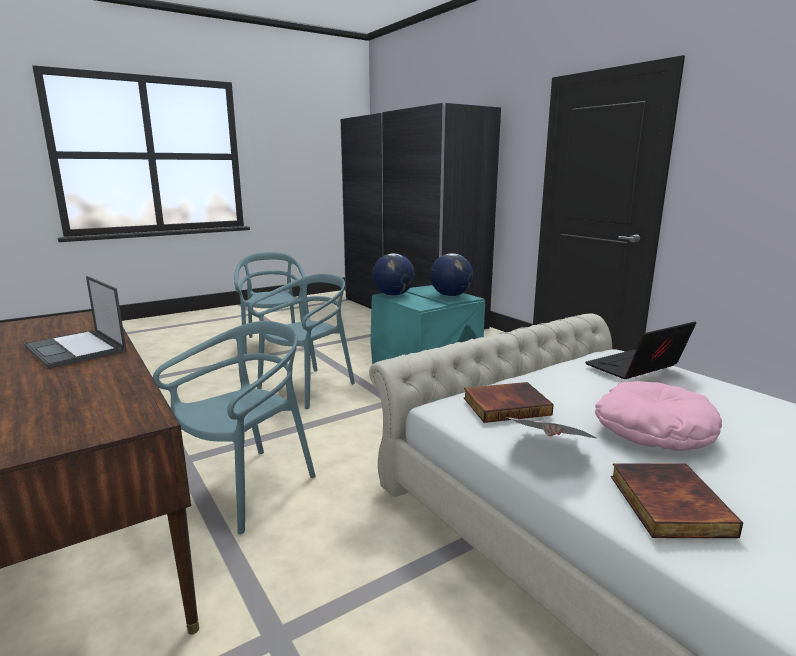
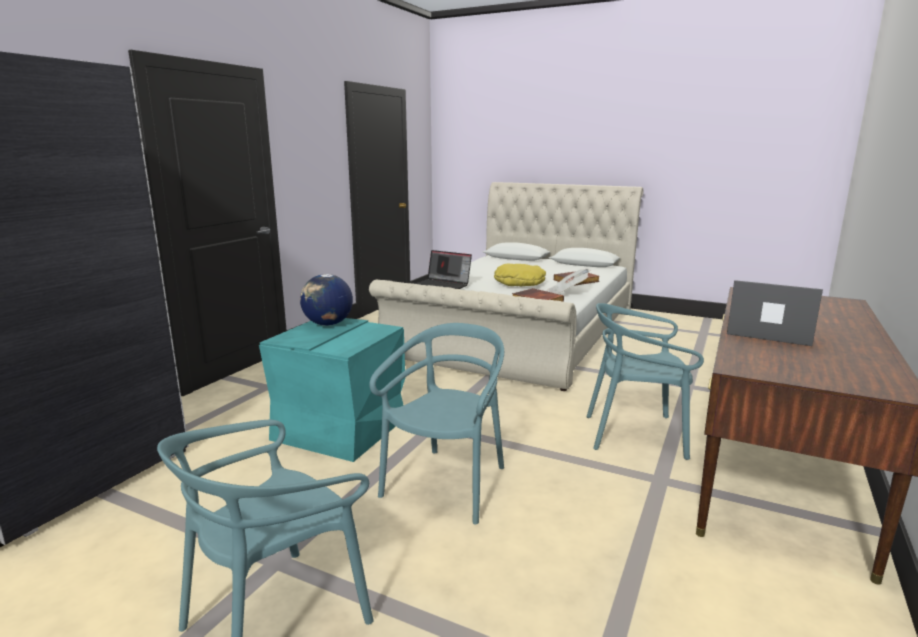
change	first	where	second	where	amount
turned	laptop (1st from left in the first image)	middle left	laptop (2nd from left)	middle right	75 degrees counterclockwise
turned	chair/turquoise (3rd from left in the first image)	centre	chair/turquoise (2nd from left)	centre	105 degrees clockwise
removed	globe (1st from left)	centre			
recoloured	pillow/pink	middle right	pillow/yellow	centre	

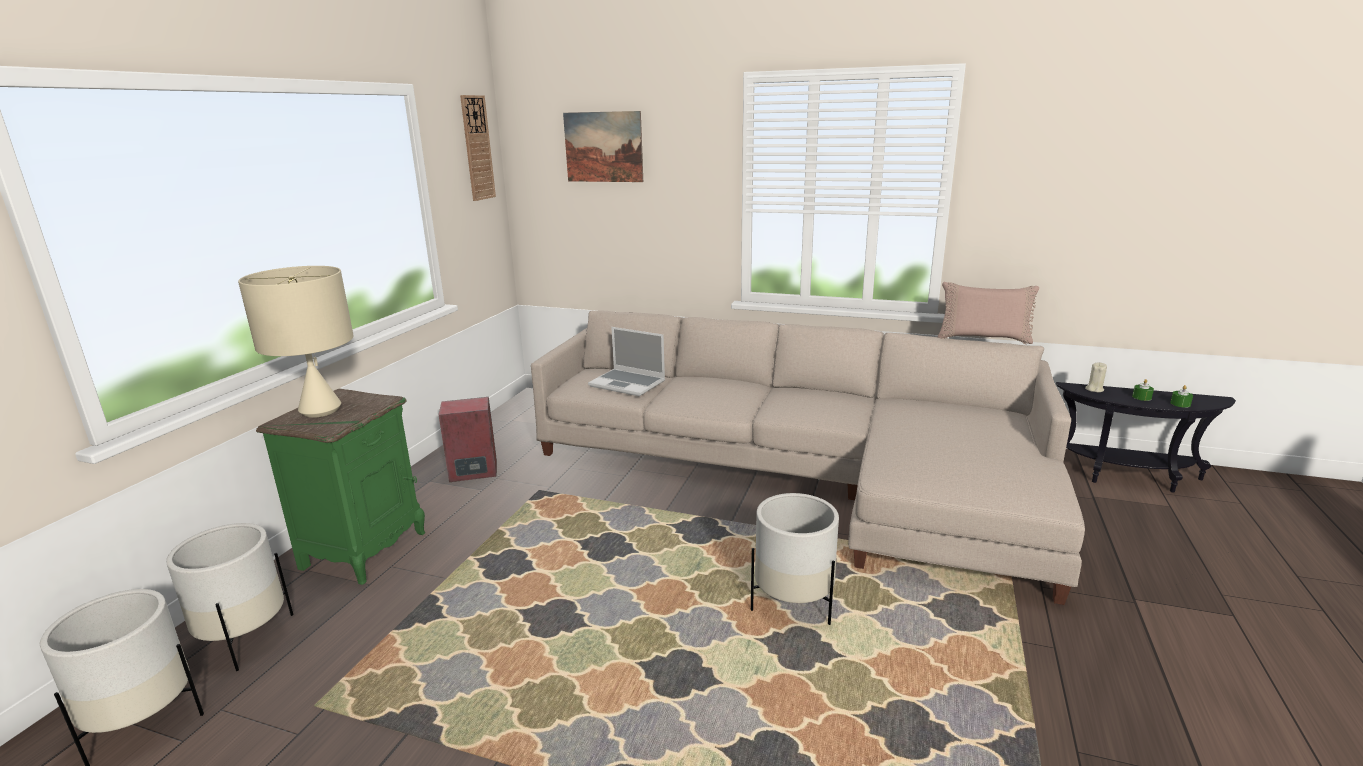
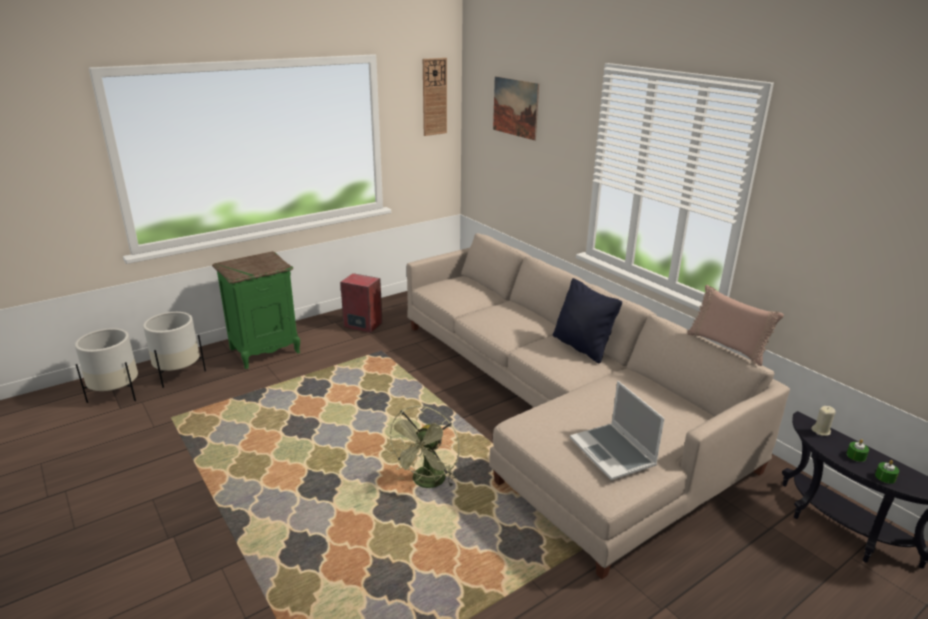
change	first	where	second	where	amount
removed	table lamp/beige	middle left			
moved	laptop	centre		bottom centre	
replaced	planter/white (3rd from left)	bottom centre	fan/green	bottom centre	
added			pillow/black	centre	

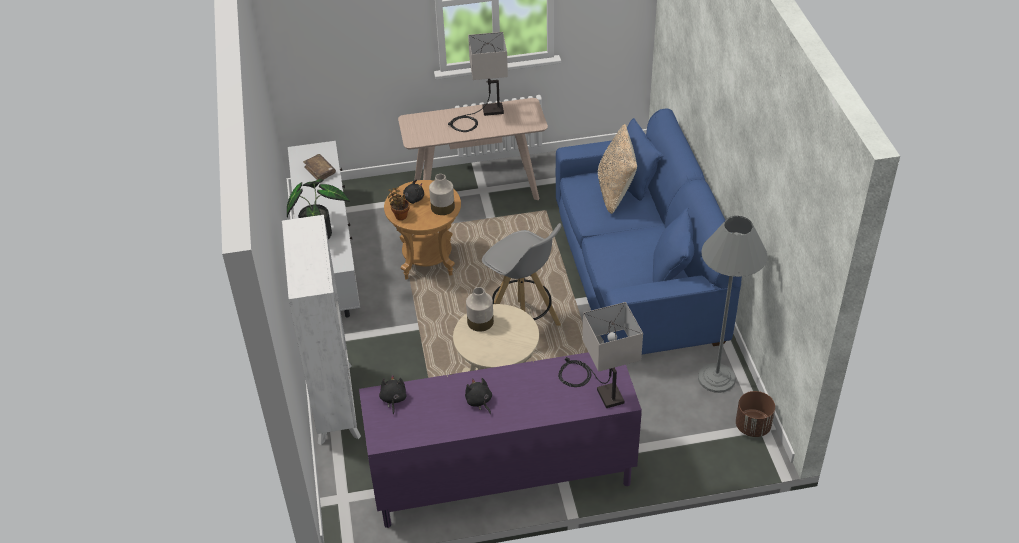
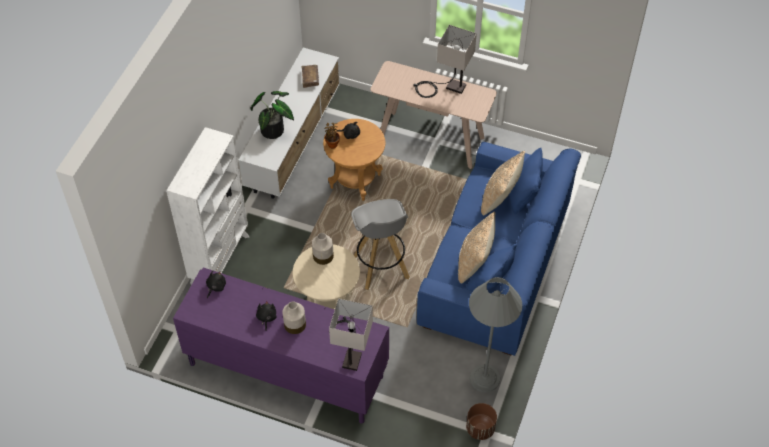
change	first	where	second	where	amount
moved	vase/beige (1st from left)	centre		bottom centre	
added			pillow/beige (1st from left)	centre	

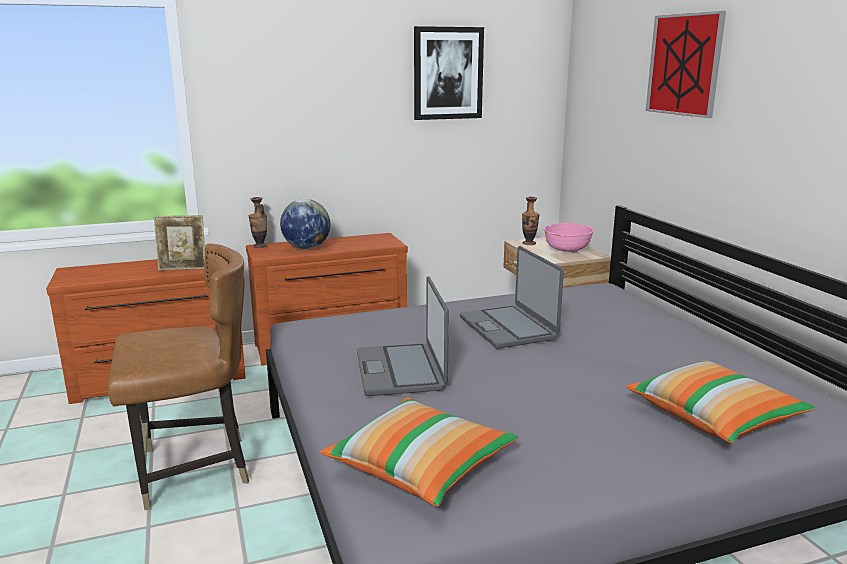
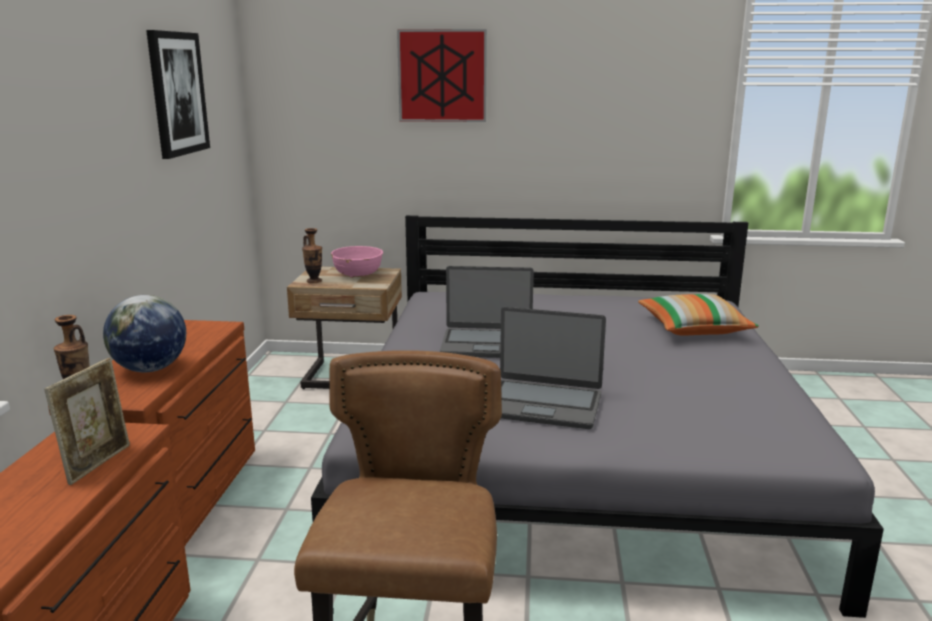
change	first	where	second	where	amount
removed	pillow (1st from left)	bottom centre			

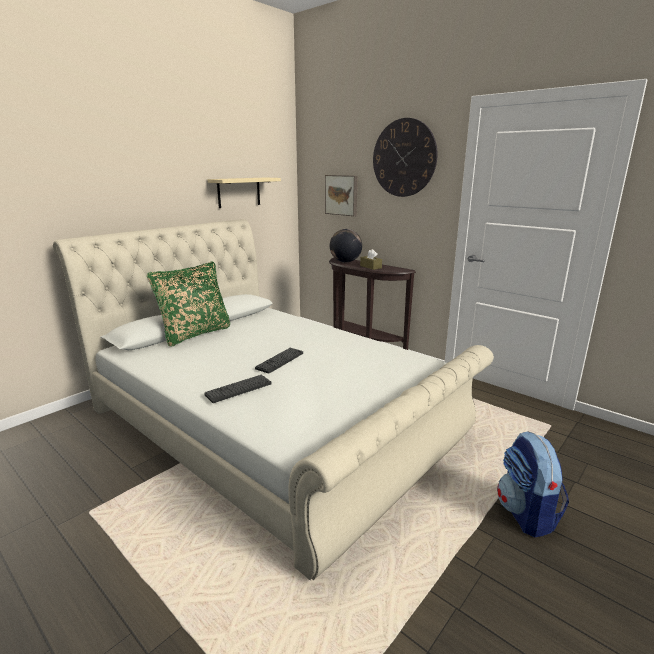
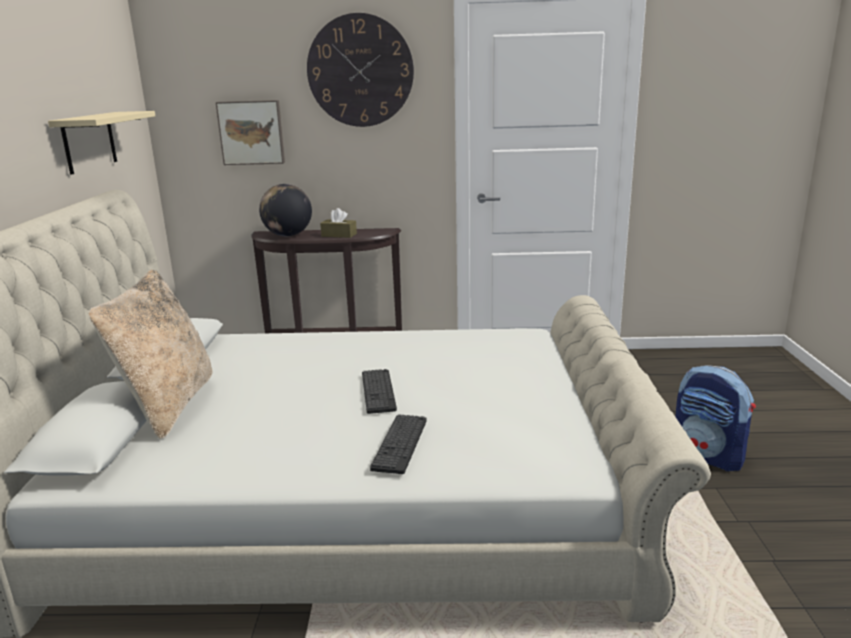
change	first	where	second	where	amount
recoloured	pillow/green	middle left	pillow/beige	middle left	

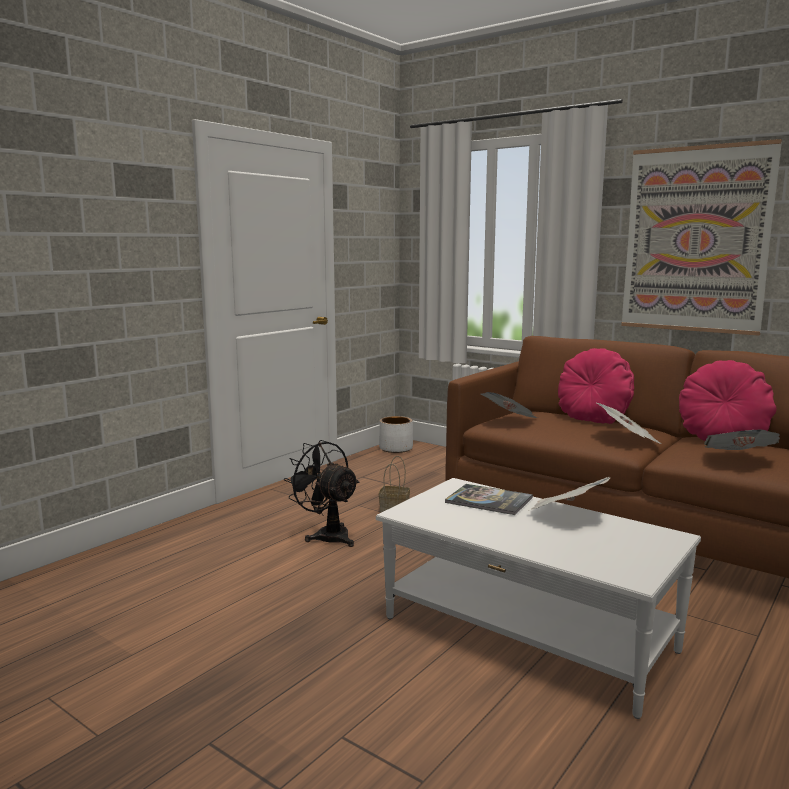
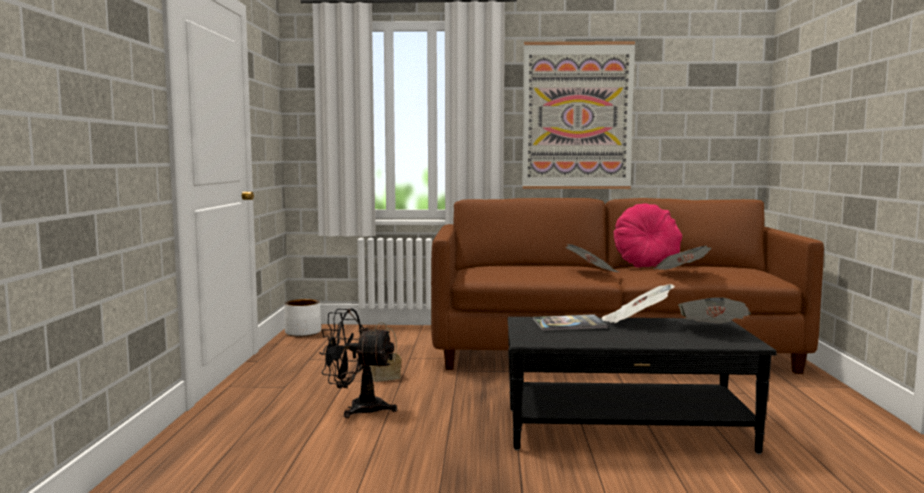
change	first	where	second	where	amount
recoloured	coffee table/white	bottom right	coffee table/black	bottom right	
moved	newspaper (1st from left in the first image)	centre	newspaper (4th from left)	middle right	
removed	pillow/pink (1st from left)	middle right			

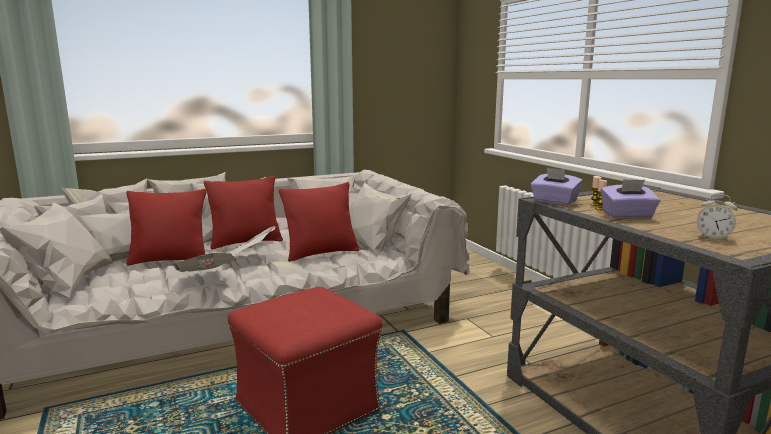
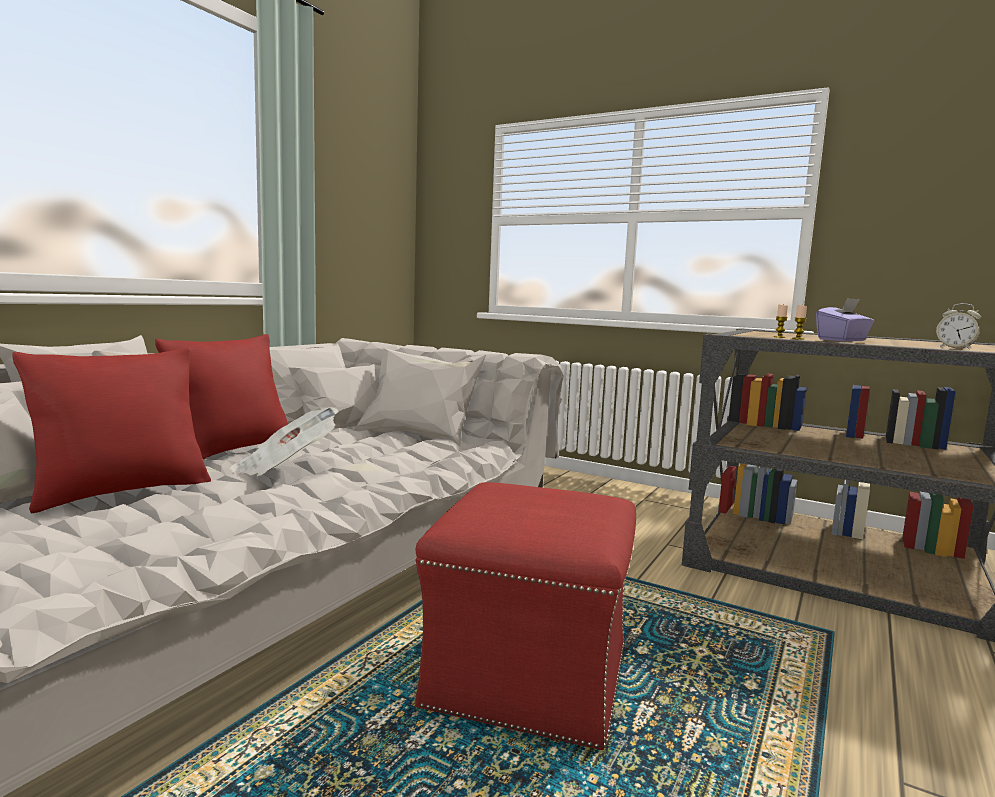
change	first	where	second	where	amount
removed	newspaper (1st from left)	middle left			
removed	pillow/red (3rd from left)	centre			
removed	tissue box/purple (1st from left)	middle right			
turned	alarm clock	middle right		middle right	45 degrees clockwise

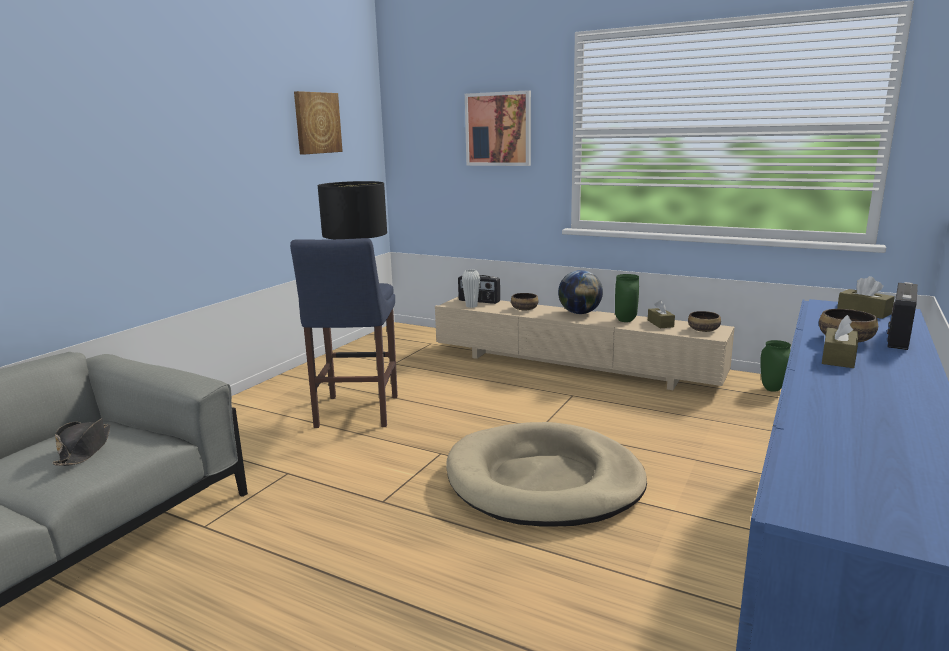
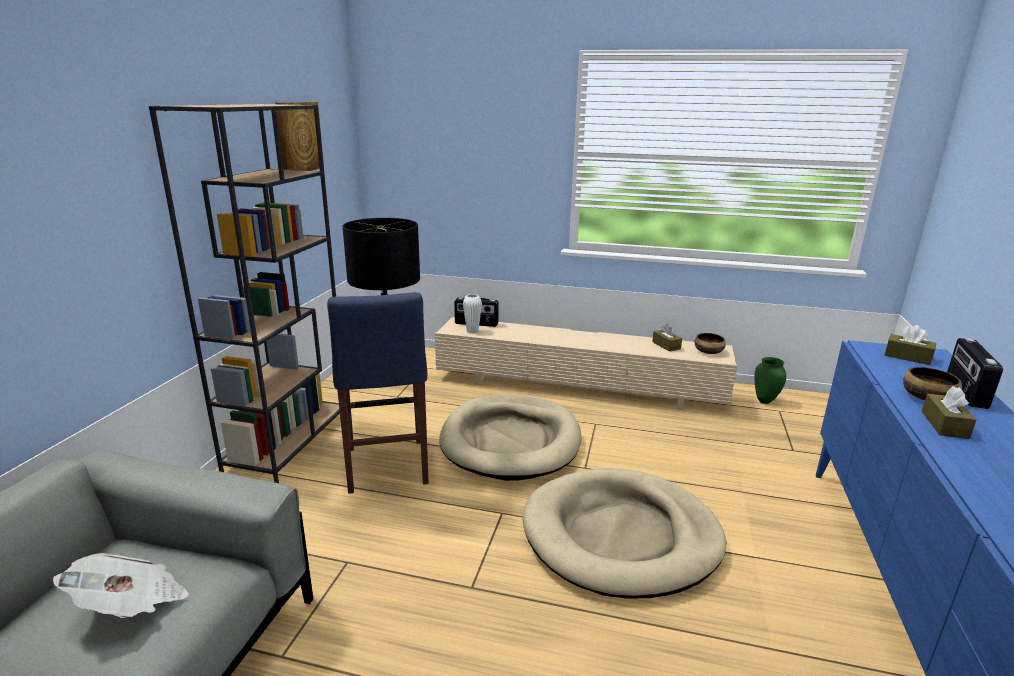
change	first	where	second	where	amount
replaced	hat/black	bottom left	newspaper	bottom left	
removed	picture (2nd from left)	top centre			
removed	bowl (1st from left)	centre			
removed	globe	centre			
removed	vase/green (1st from left)	centre			
added			bookcase	middle left	
added			dog bed/beige (1st from left)	centre	

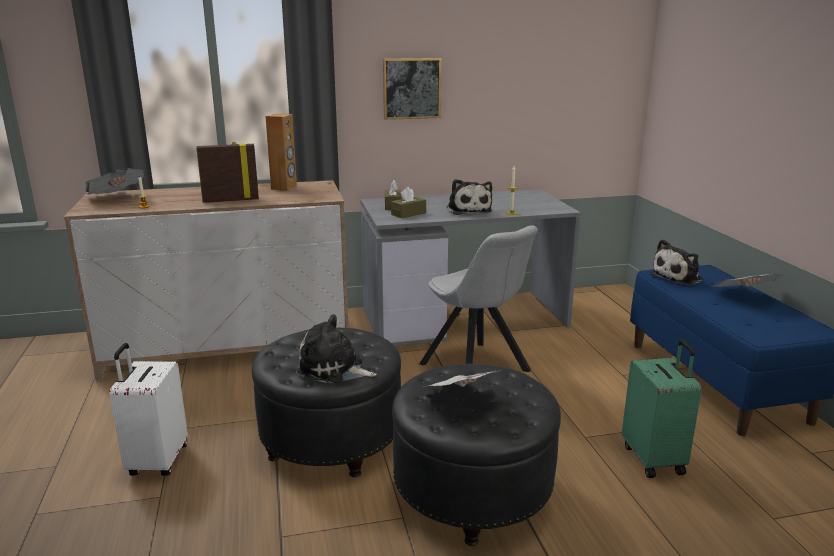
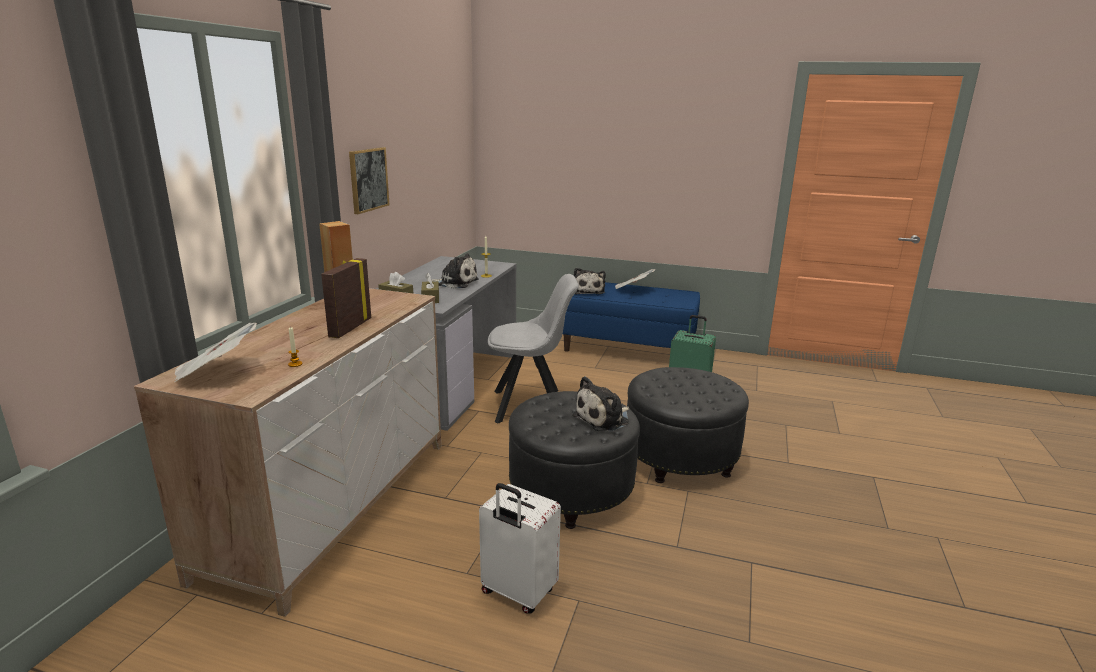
change	first	where	second	where	amount
removed	newspaper (2nd from left)	bottom centre			

